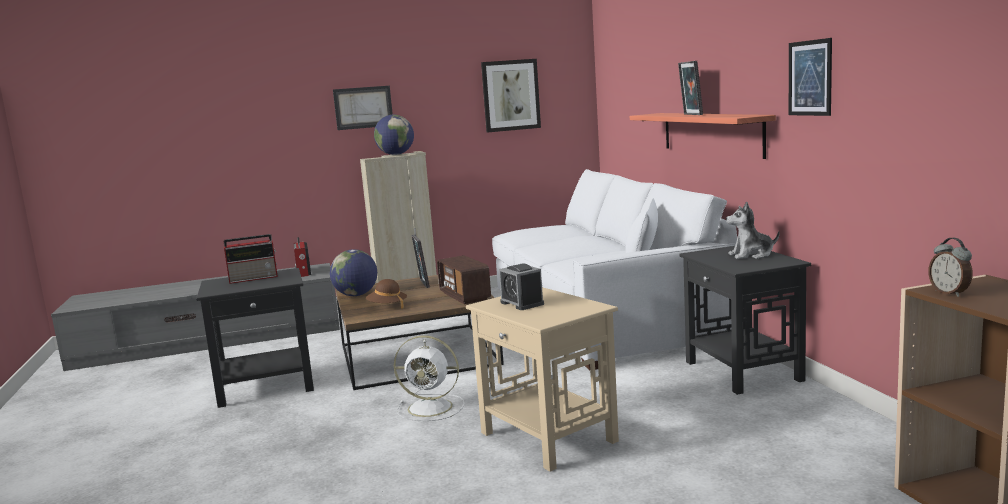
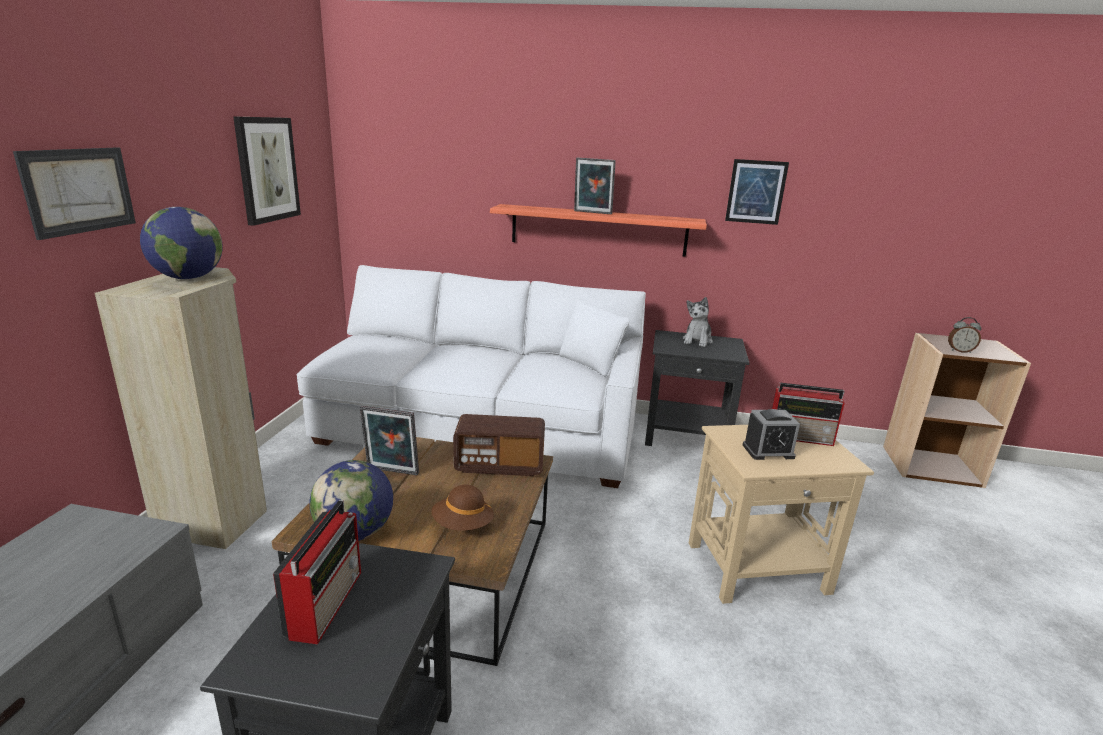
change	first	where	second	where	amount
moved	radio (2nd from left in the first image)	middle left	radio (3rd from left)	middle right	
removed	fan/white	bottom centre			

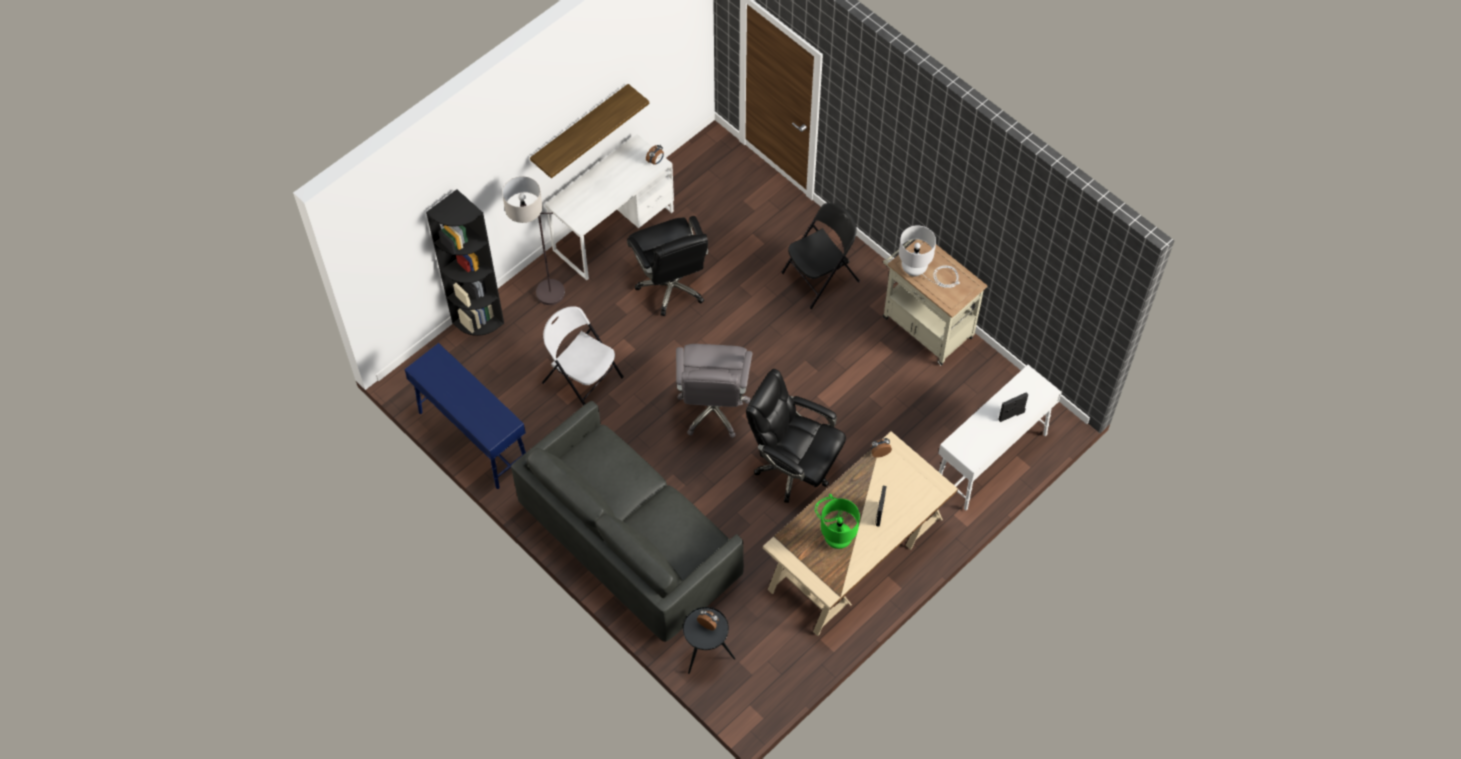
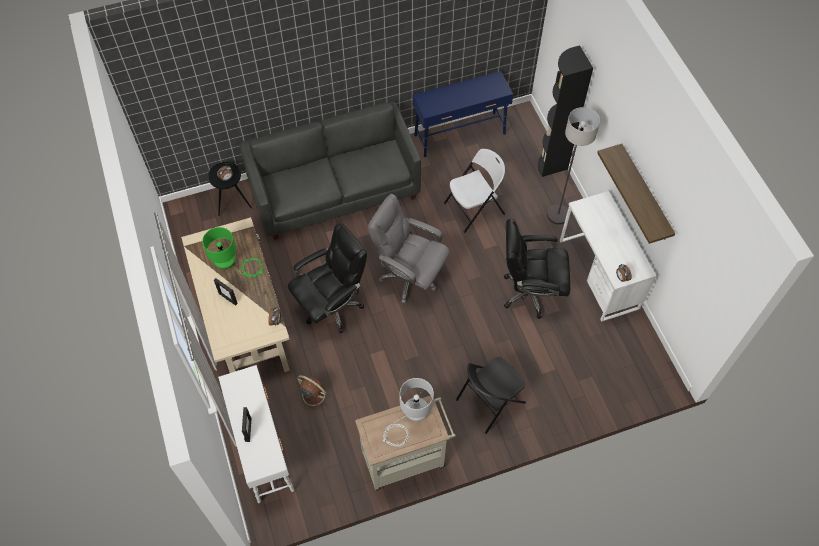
change	first	where	second	where	amount
turned	chair/black	centre		bottom centre	60 degrees clockwise
added			fan/brown	bottom centre	

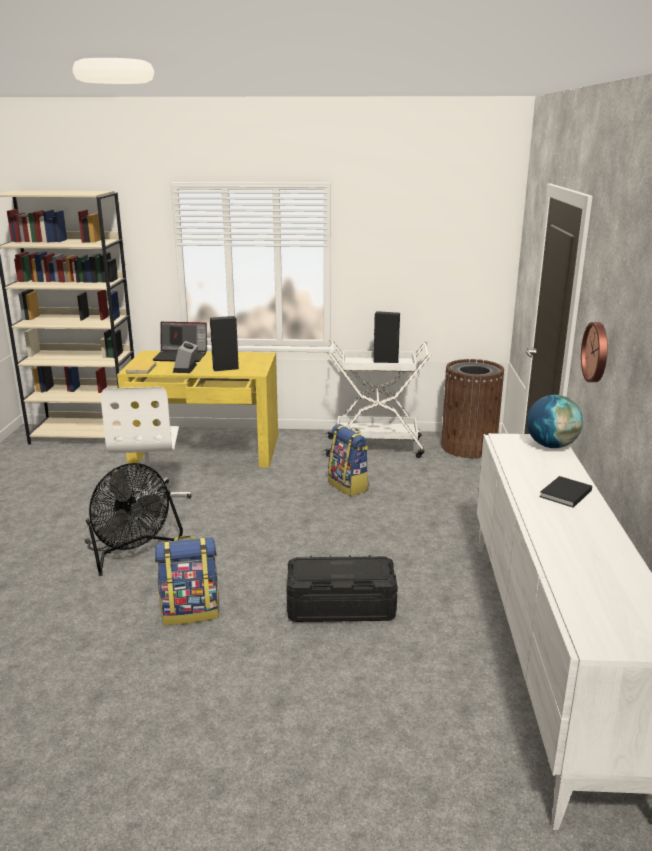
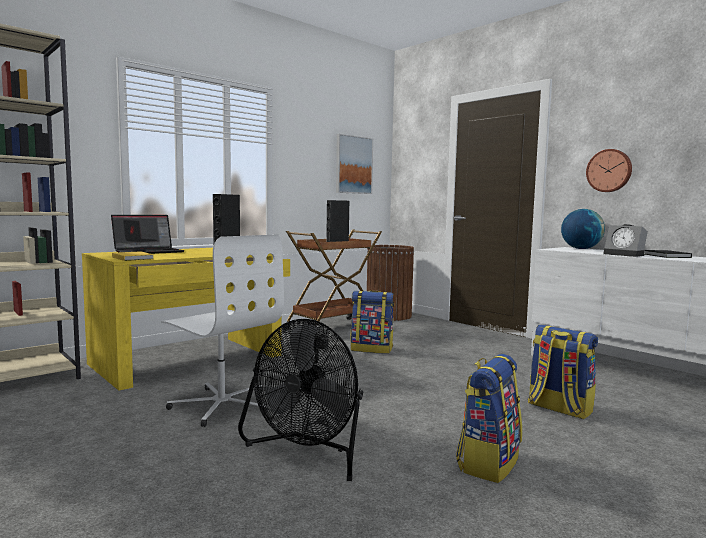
change	first	where	second	where	amount
turned	fan/black	middle left		bottom centre	120 degrees clockwise
moved	alarm clock	middle left		middle right	
replaced	storage box/black	bottom centre	backpack (3rd from left)	bottom right	
recoloured	cart/white	centre	cart/brown	centre	
added			picture	top centre	

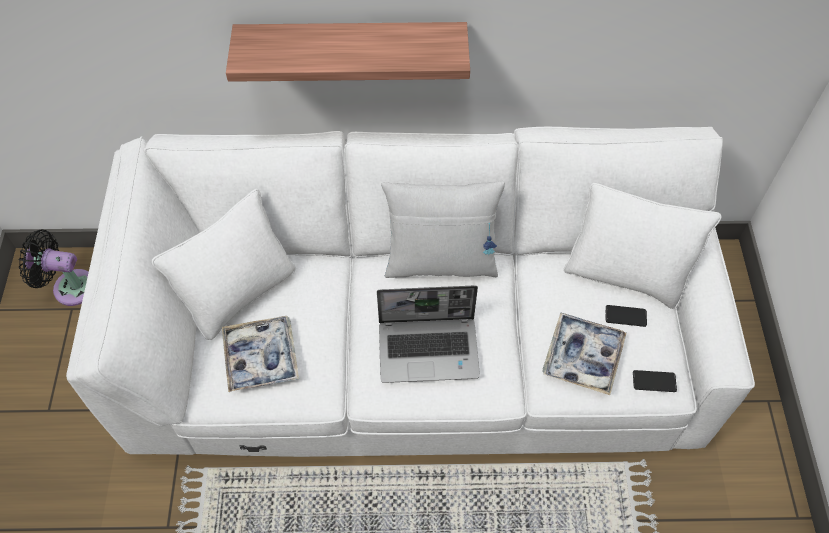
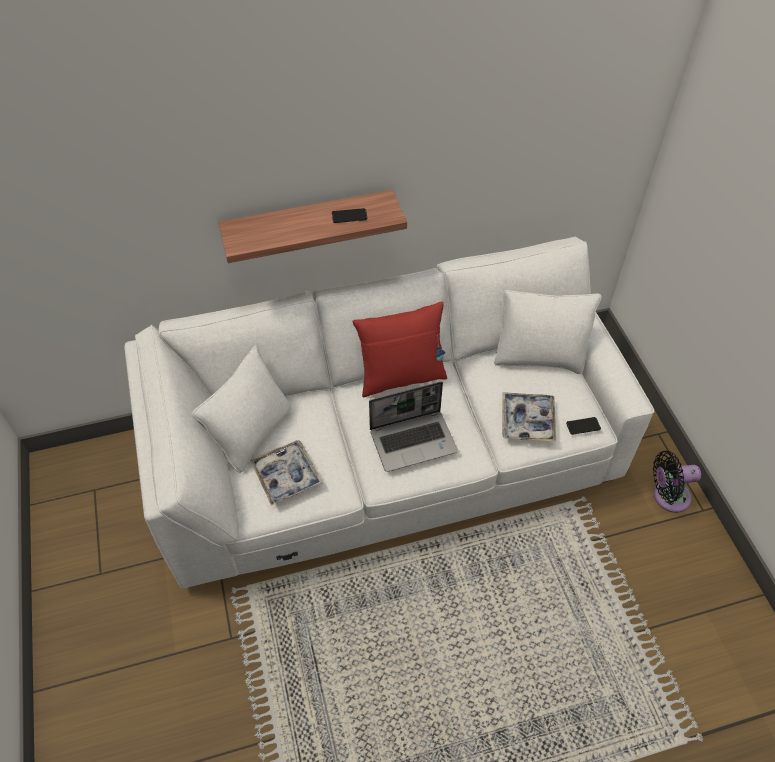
change	first	where	second	where	amount
moved	fan/black	middle left		middle right	
recoloured	pillow/grey	centre	pillow/red	centre	
moved	phone (1st from left)	middle right		top centre	

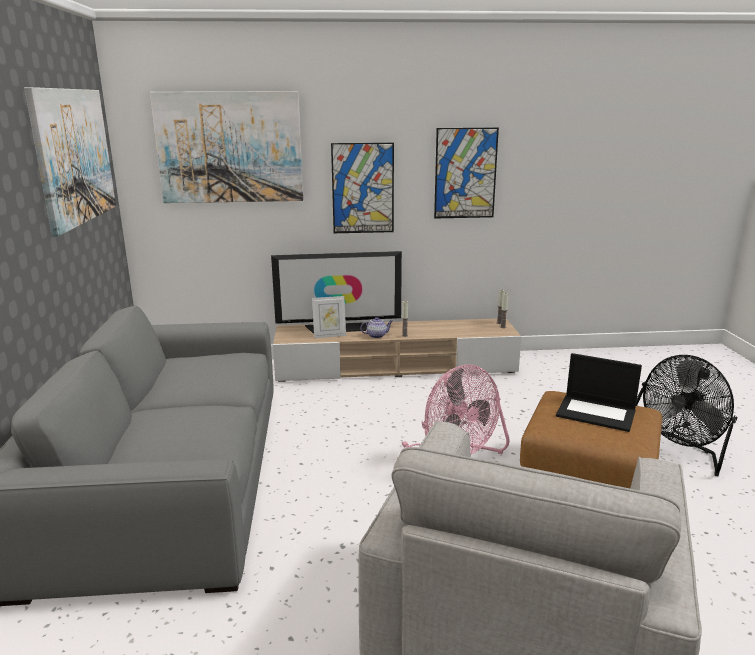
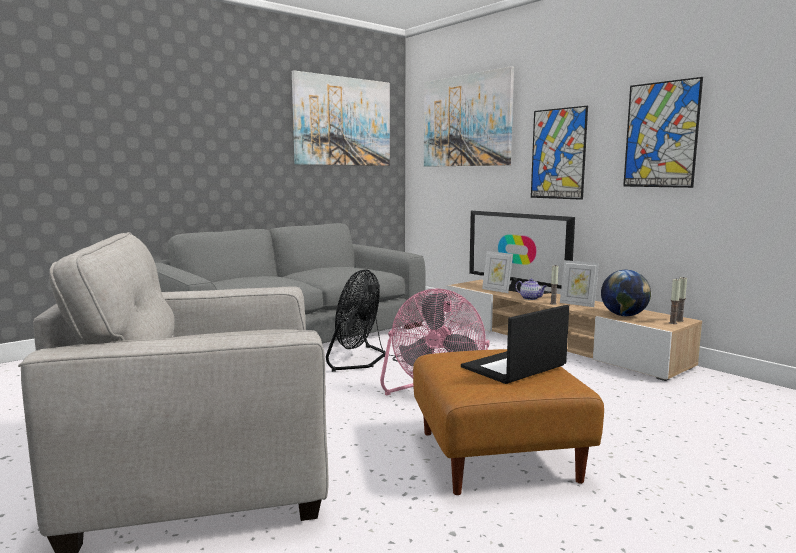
change	first	where	second	where	amount
turned	laptop	middle right		centre	60 degrees clockwise
moved	fan/black	middle right		centre	
added			picture frame (2nd from left)	middle right	
added			globe	middle right	

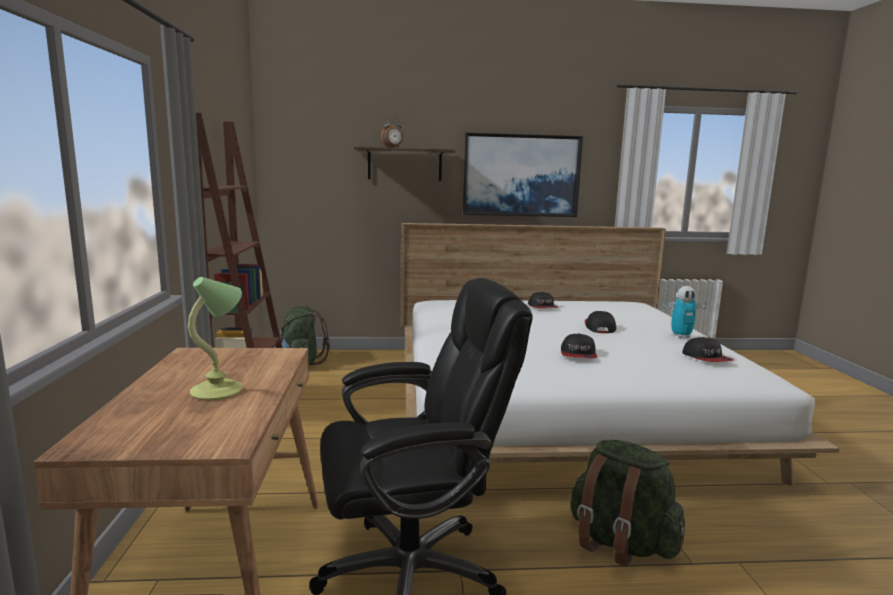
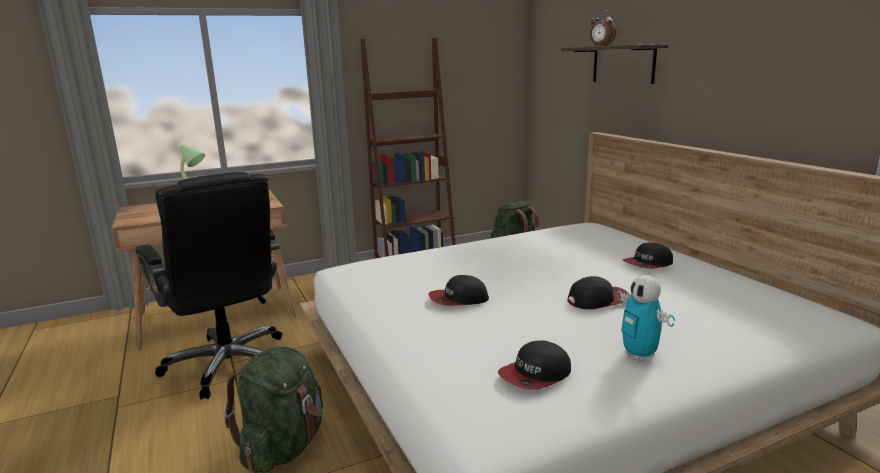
change	first	where	second	where	amount
removed	picture	top centre			

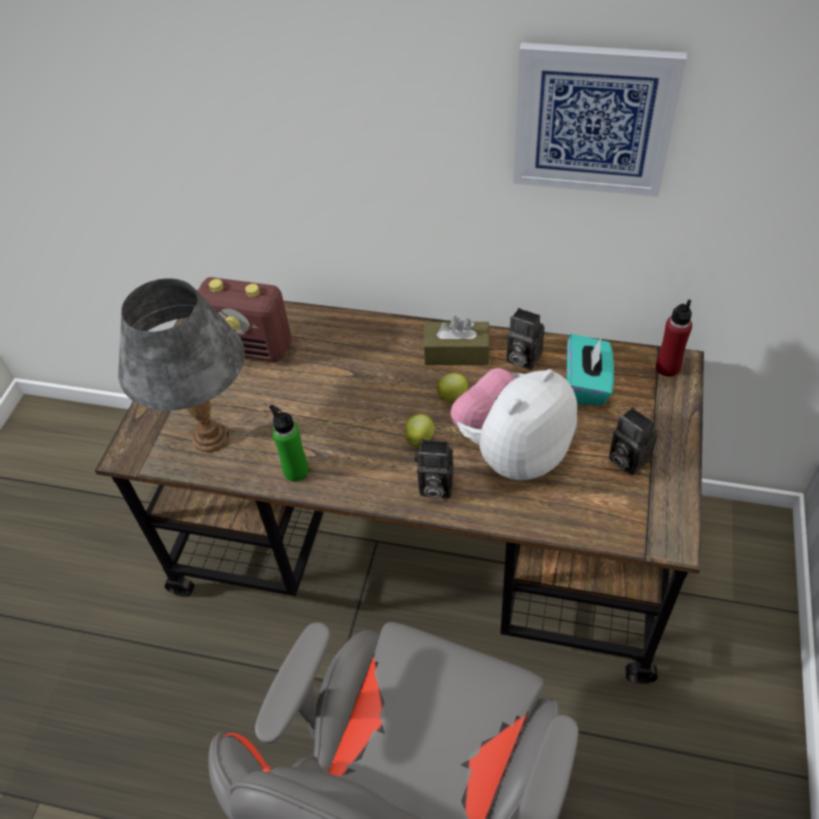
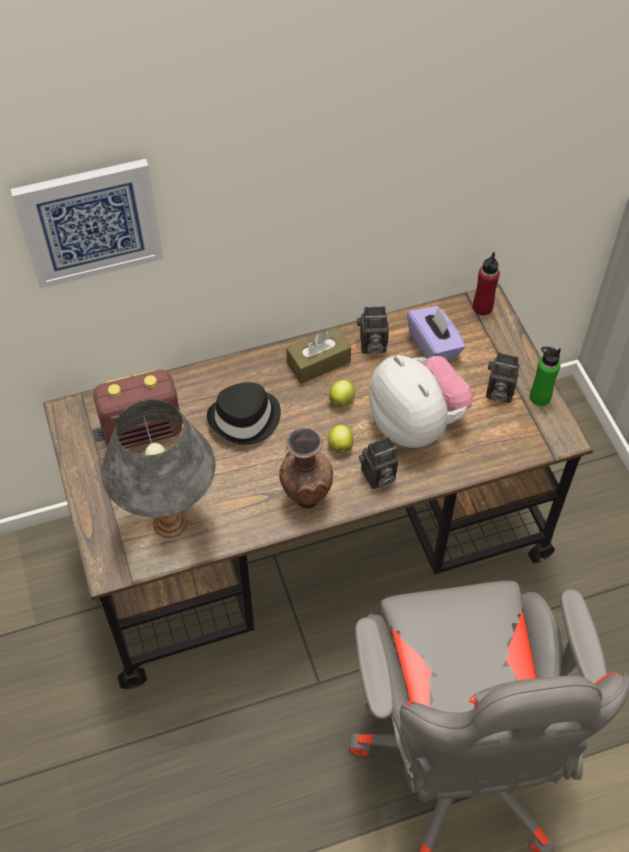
change	first	where	second	where	amount
moved	bottle/green	centre		middle right	
turned	plush toy	centre		middle right	135 degrees clockwise
moved	picture	top right		top left	
recoloured	tissue box/turquoise	middle right	tissue box/purple	middle right	
added			hat/black	centre	
added			vase/brown	centre	

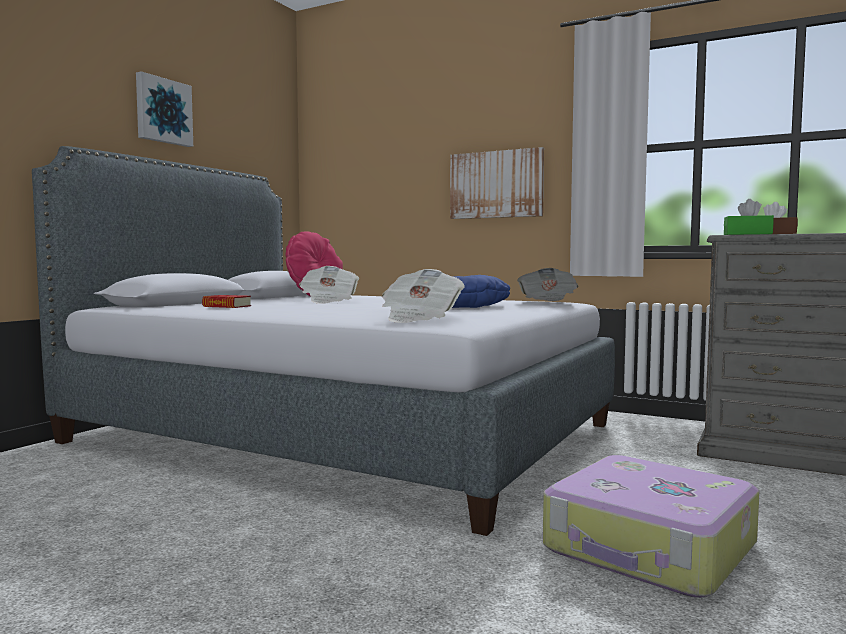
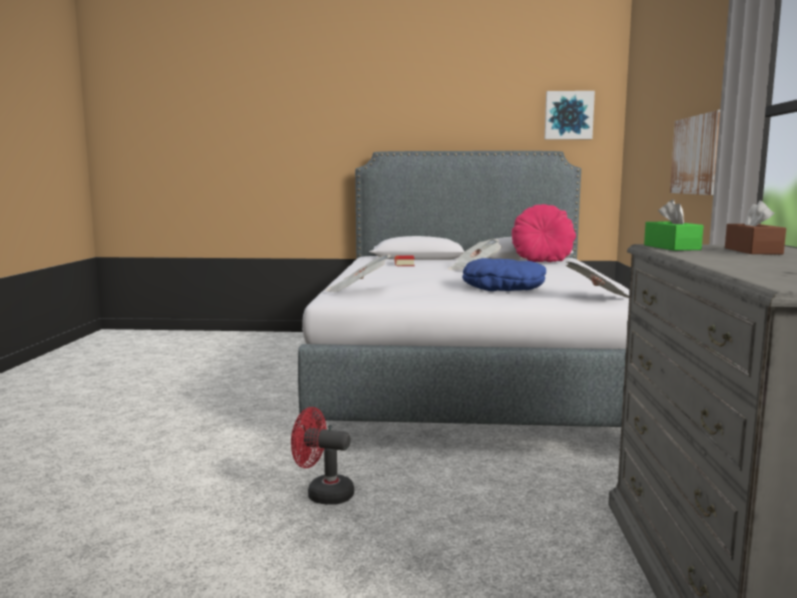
change	first	where	second	where	amount
moved	picture (1st from left)	top left		top right	
replaced	suitcase	bottom right	fan/red	bottom centre	

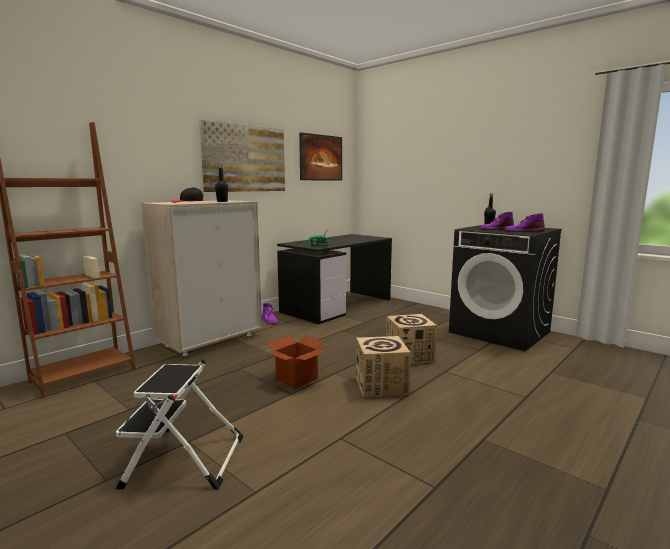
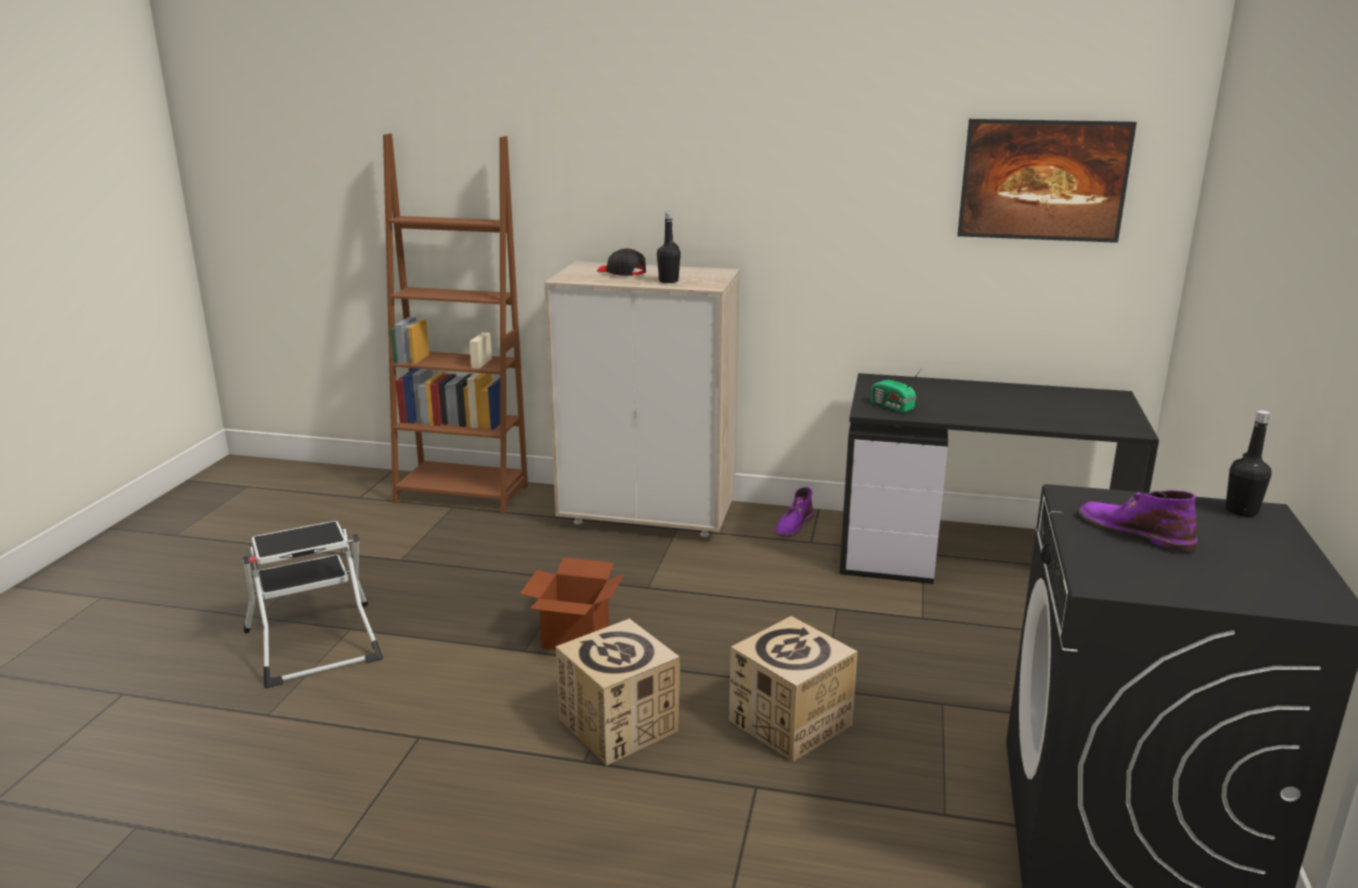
change	first	where	second	where	amount
removed	picture (1st from left)	top centre			
removed	boot/purple (3rd from left)	middle right			

